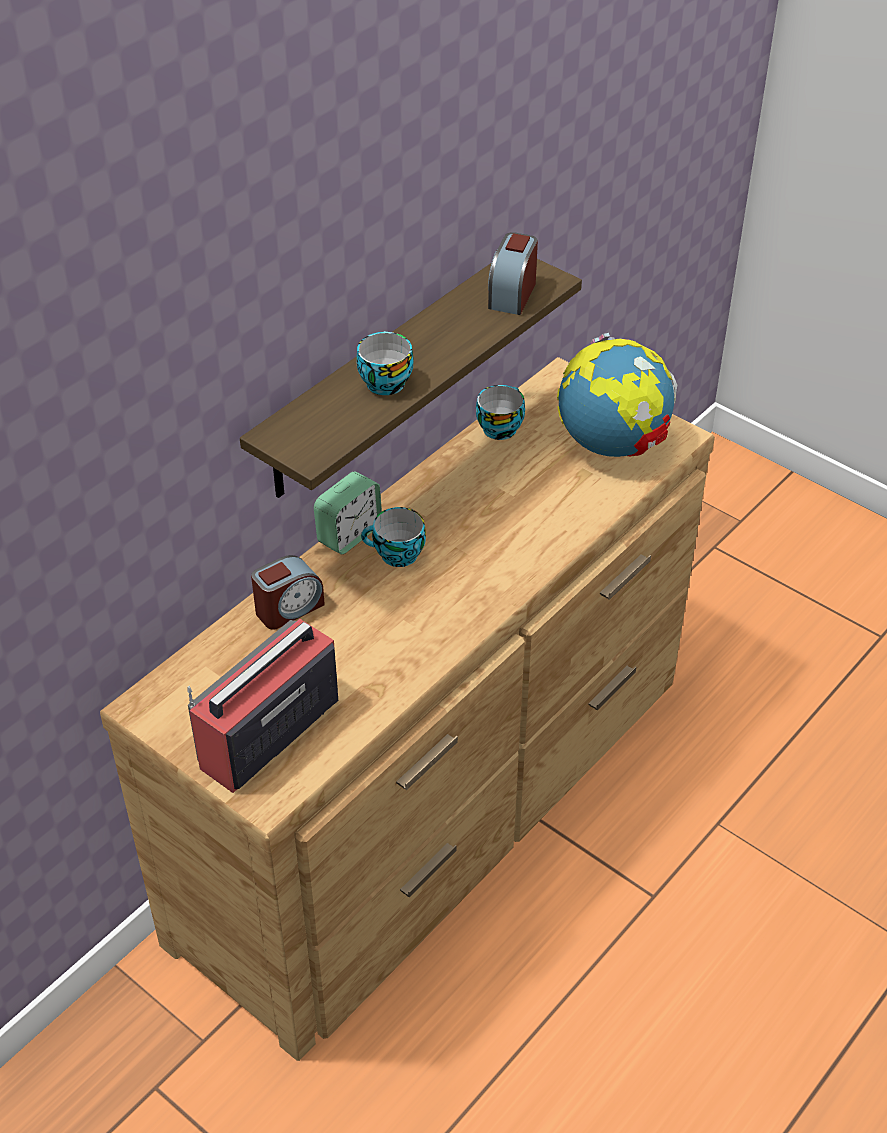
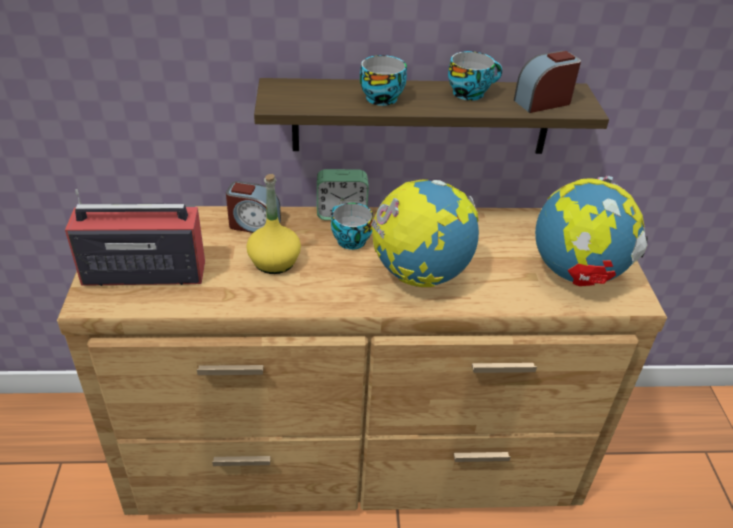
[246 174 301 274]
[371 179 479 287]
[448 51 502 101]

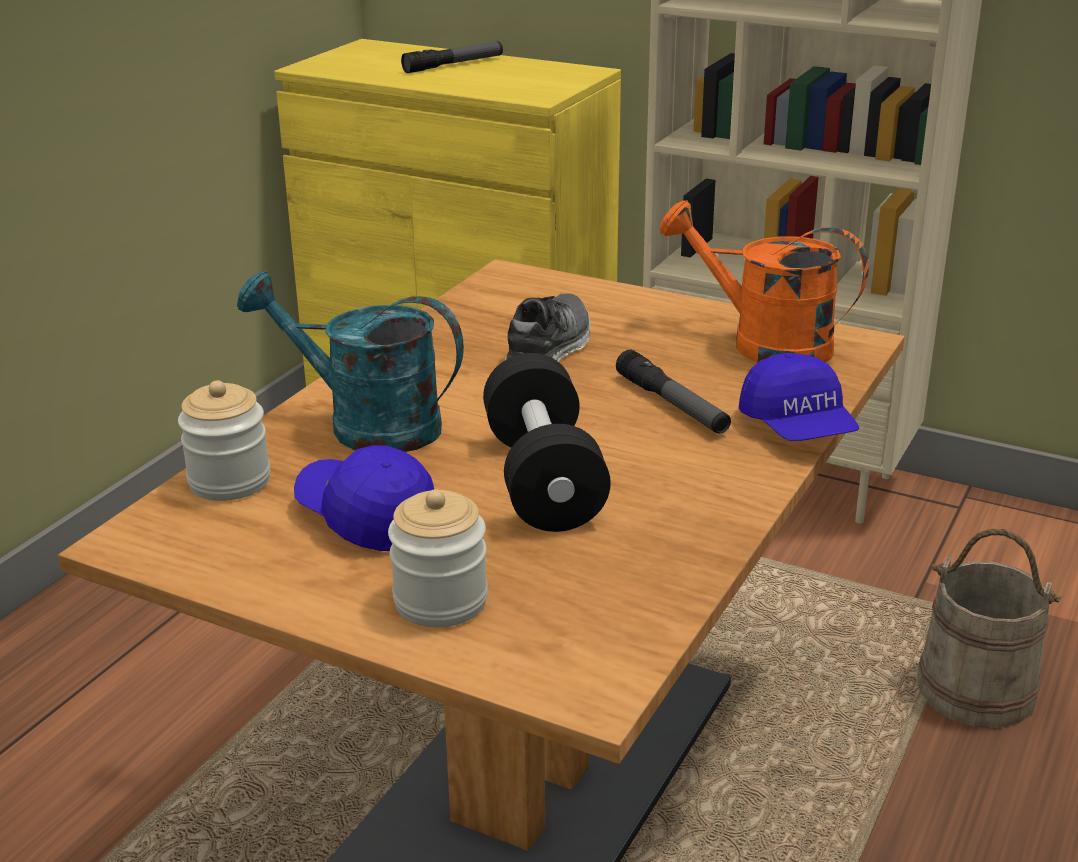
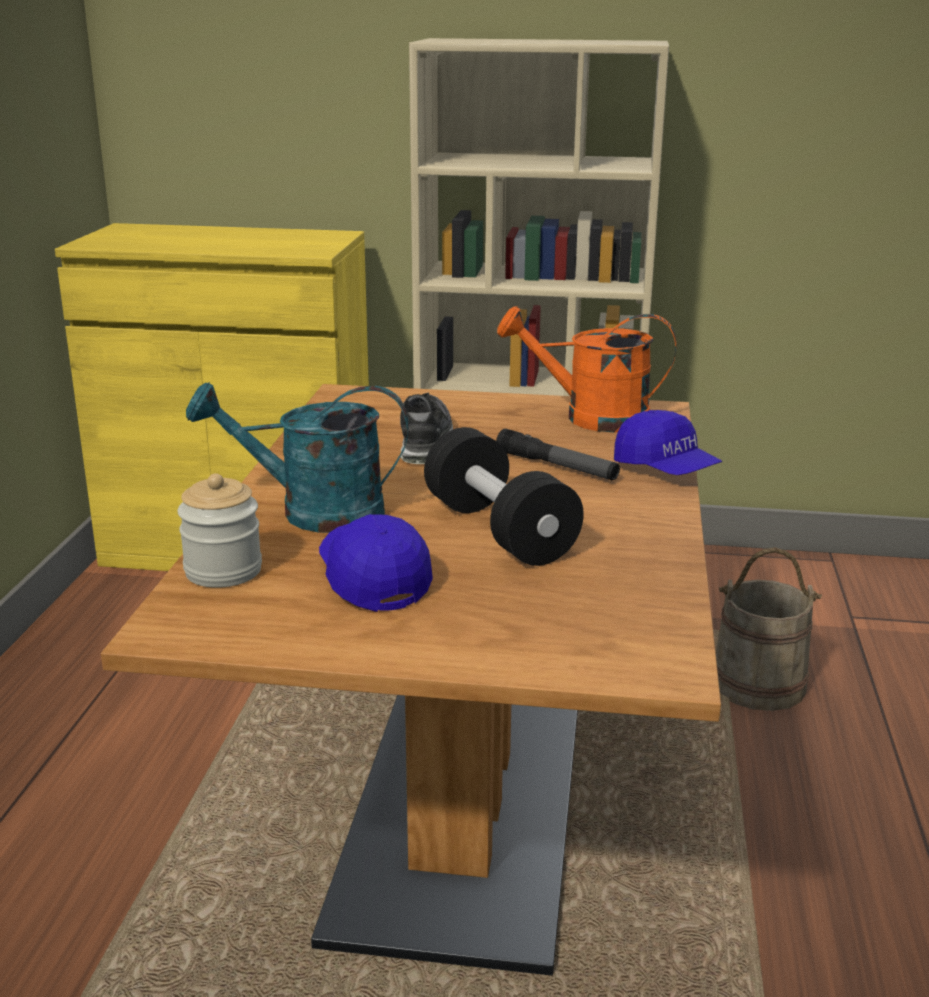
[388 489 488 627] (first image)
[401 41 503 73] (first image)
[319 514 433 612]

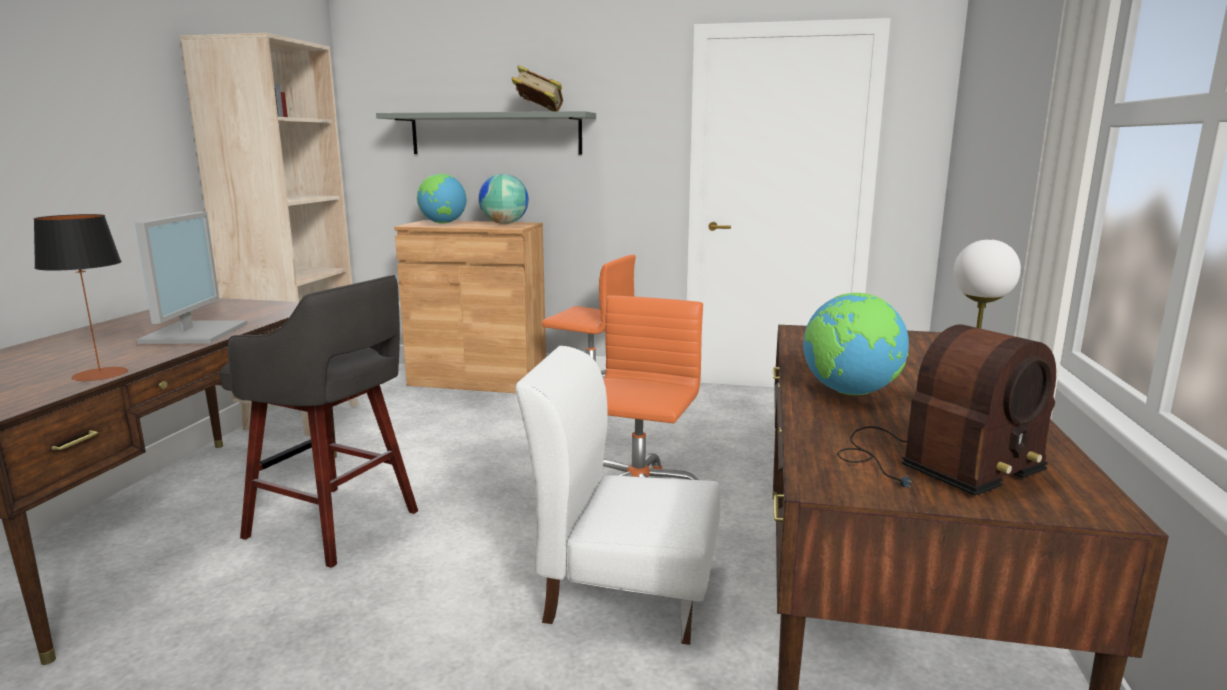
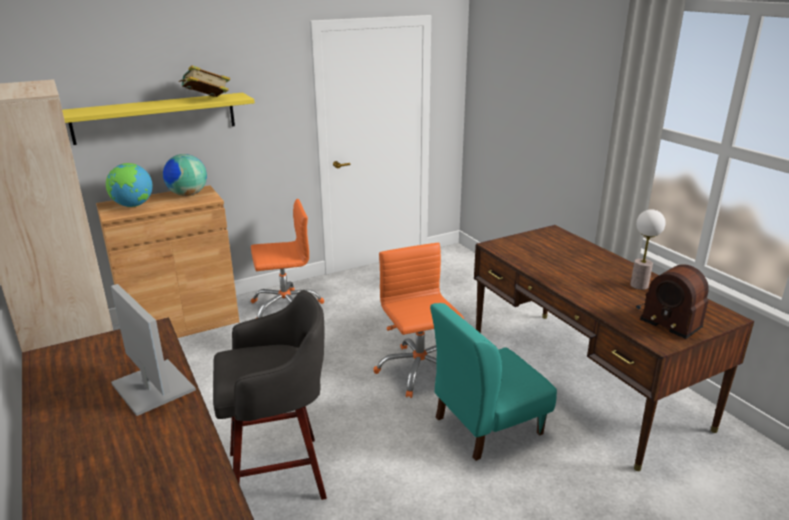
[33 214 128 381] (first image)
[803 293 909 395] (first image)
[62 93 255 145]
[430 303 557 461]
[636 264 709 339]

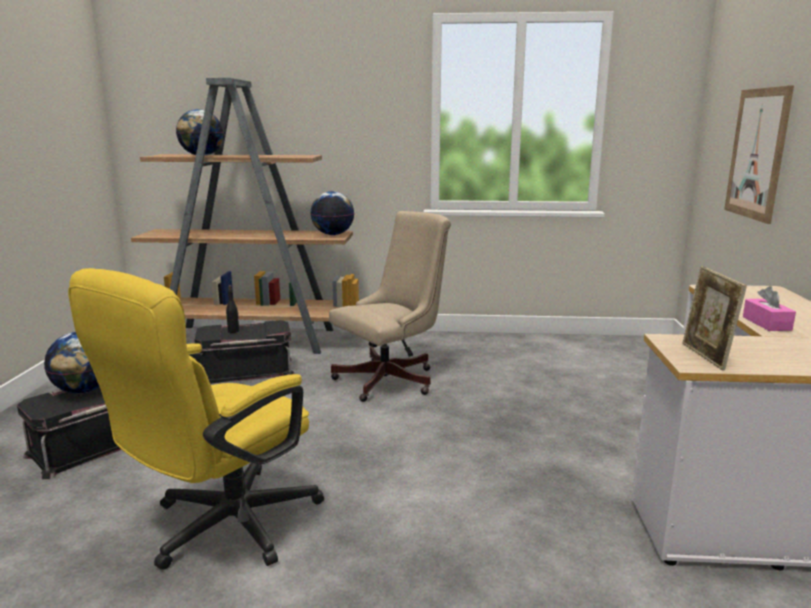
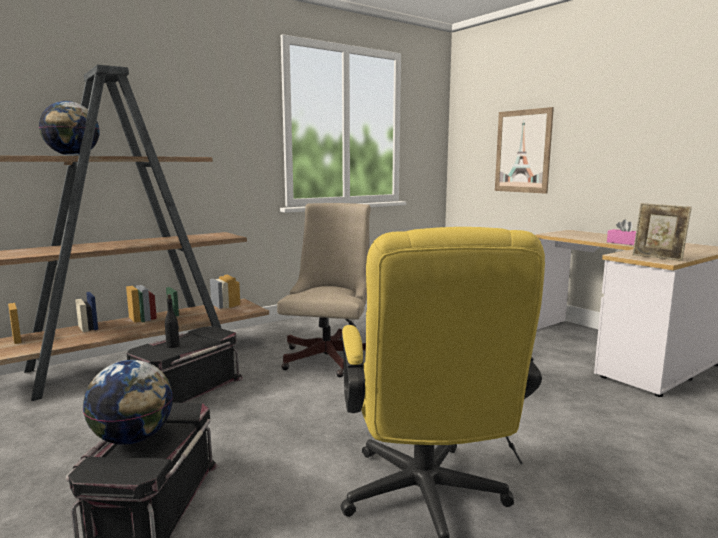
[311 191 354 235] (first image)

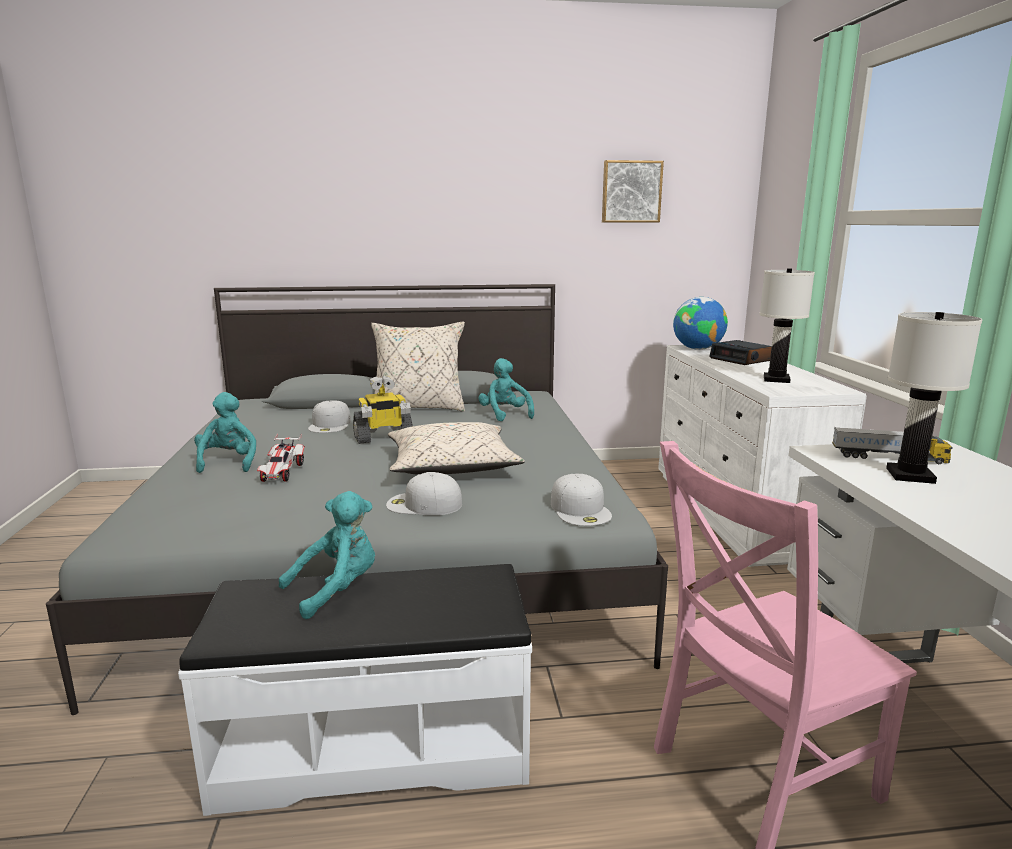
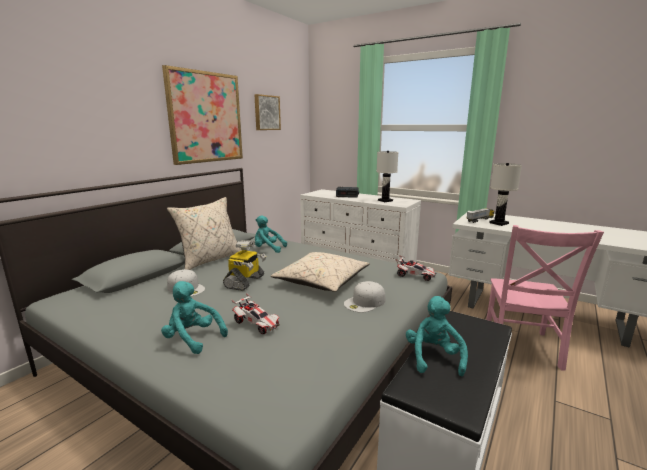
[673 297 728 350] (first image)
[162 65 243 165]
[395 255 436 281]

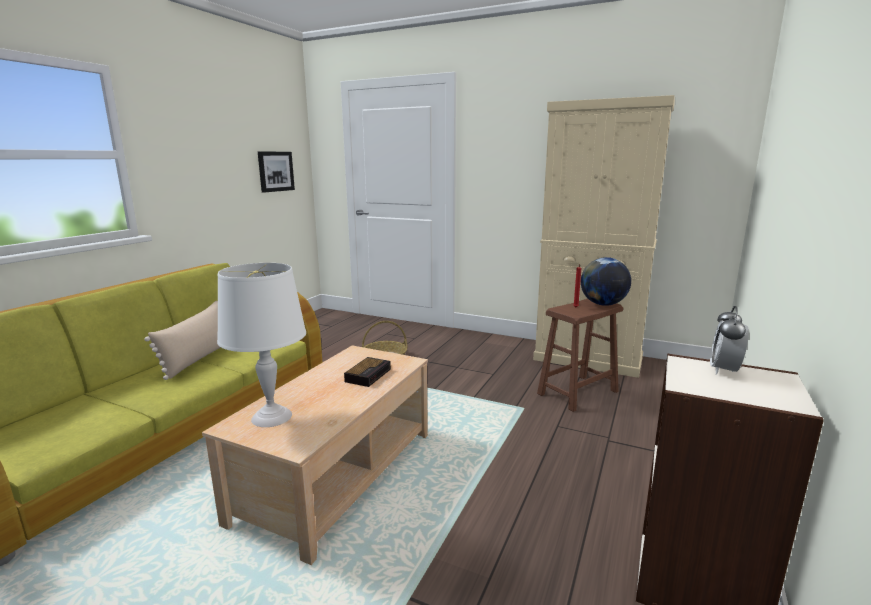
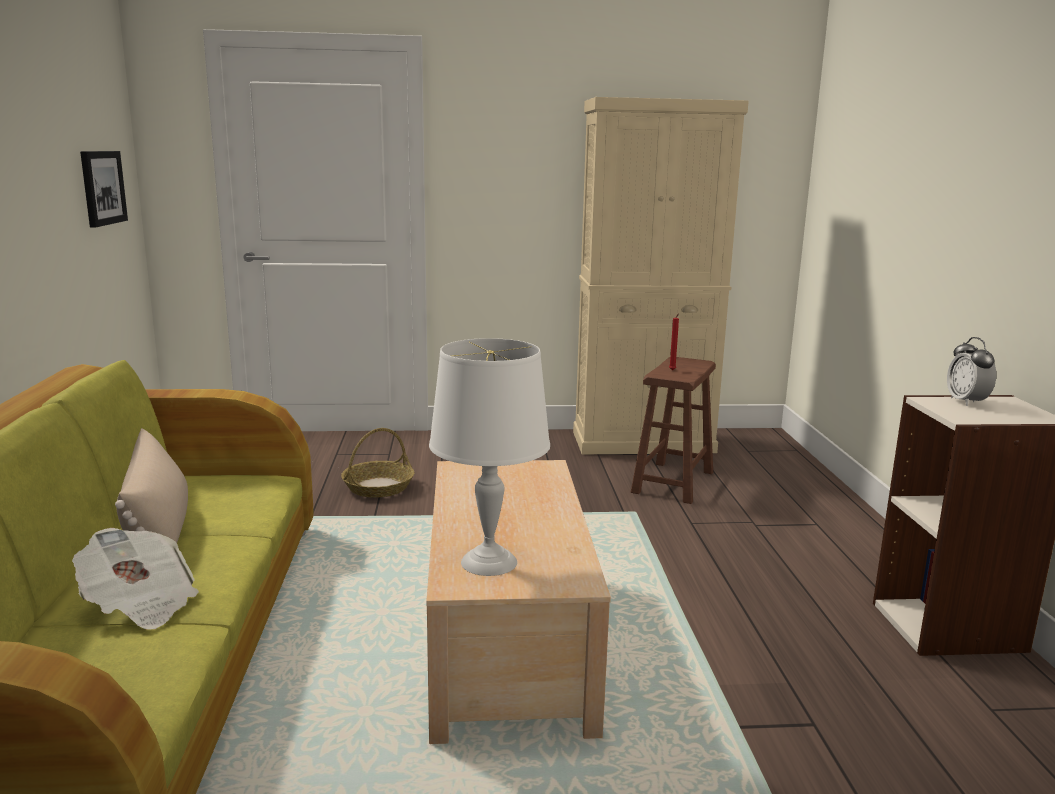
[344 357 391 387] (first image)
[581 257 631 306] (first image)
[72 528 199 629]

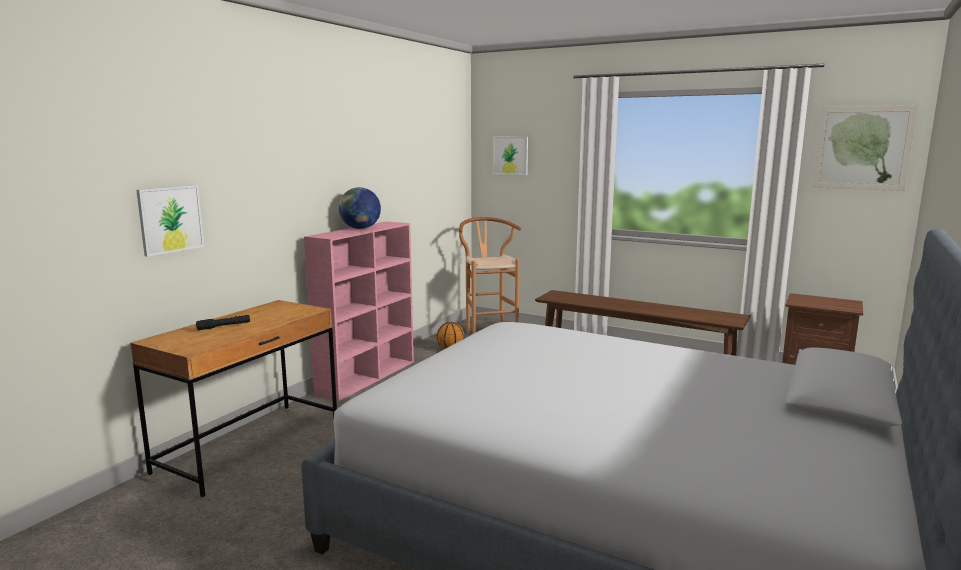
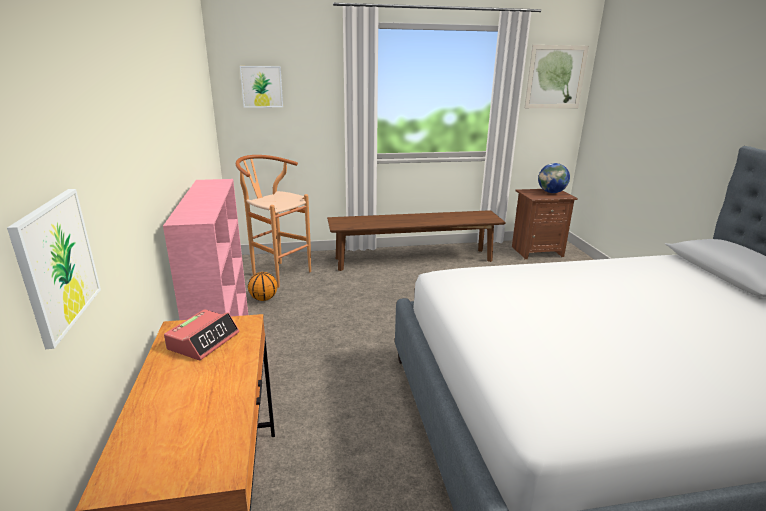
[196 315 250 330] (first image)
[164 309 239 360]
[538 163 570 193]

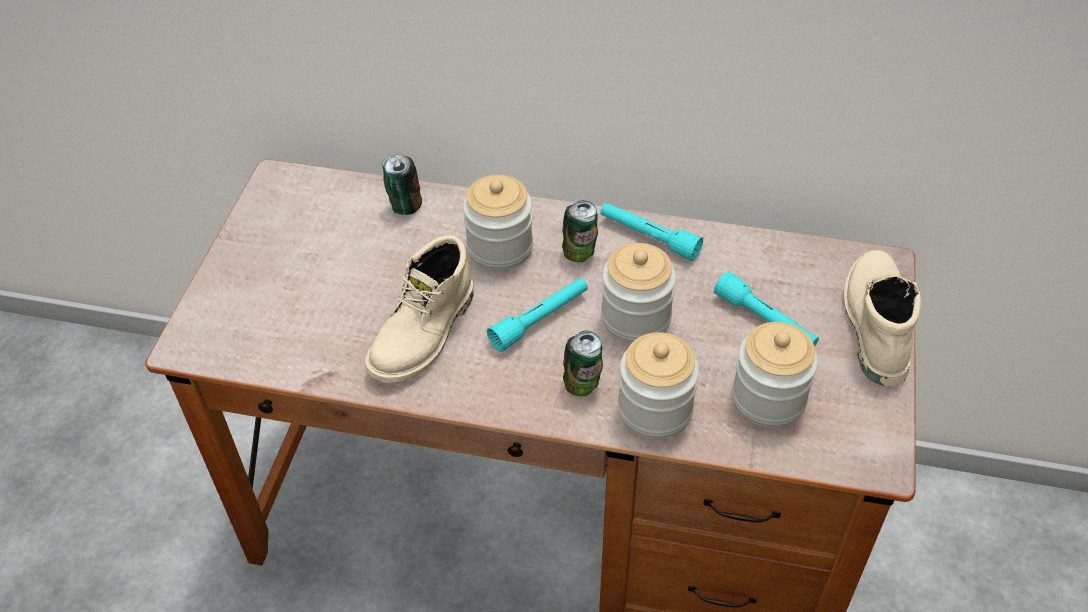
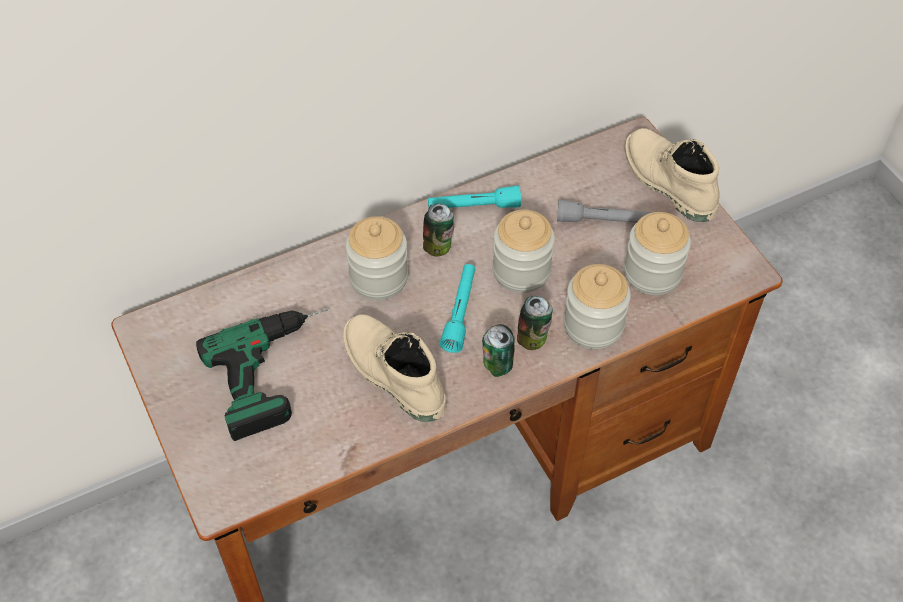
[196 308 330 441]
[482 324 515 377]
[557 200 651 223]
[343 314 447 422]

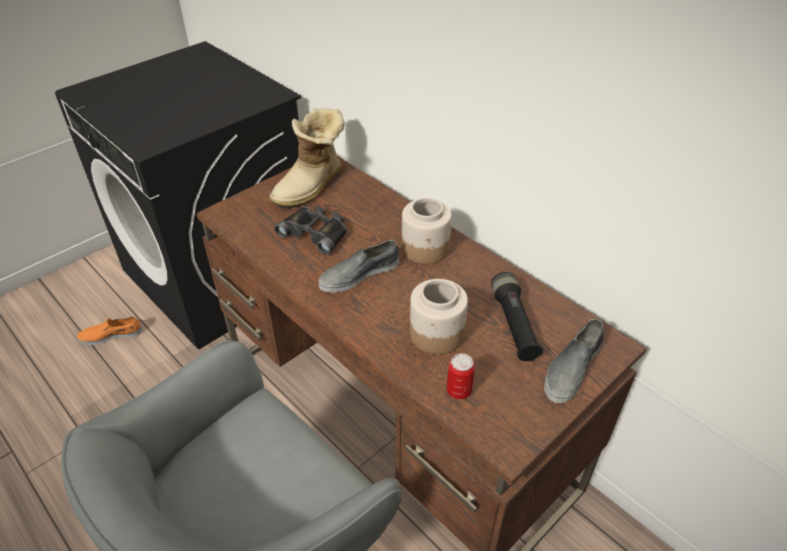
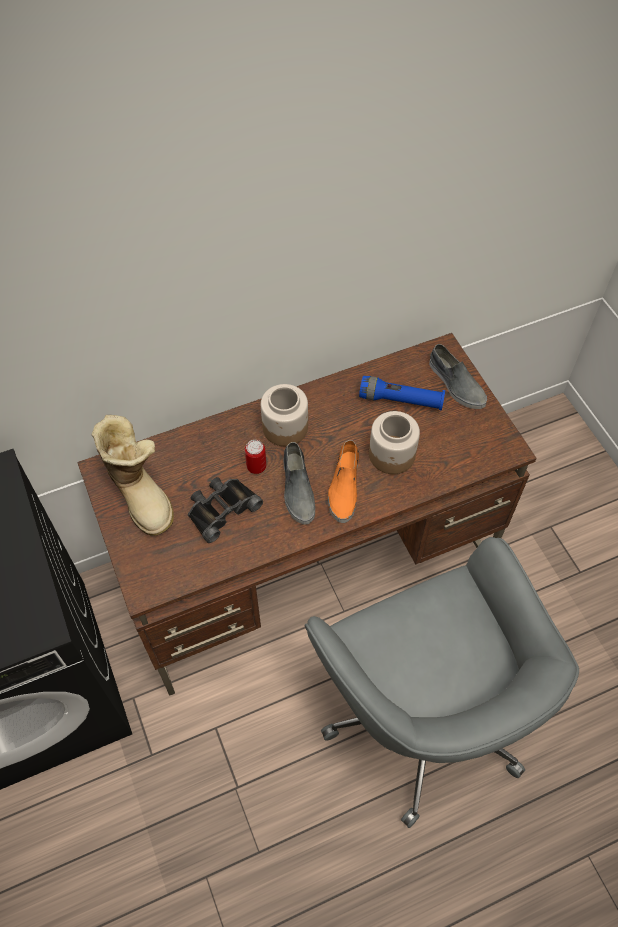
[328 440 359 523]
[245 440 266 474]
[359 376 445 410]

